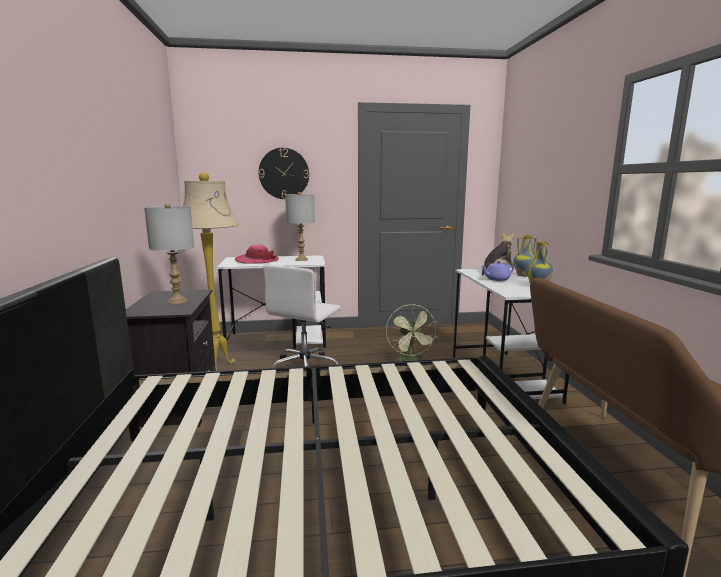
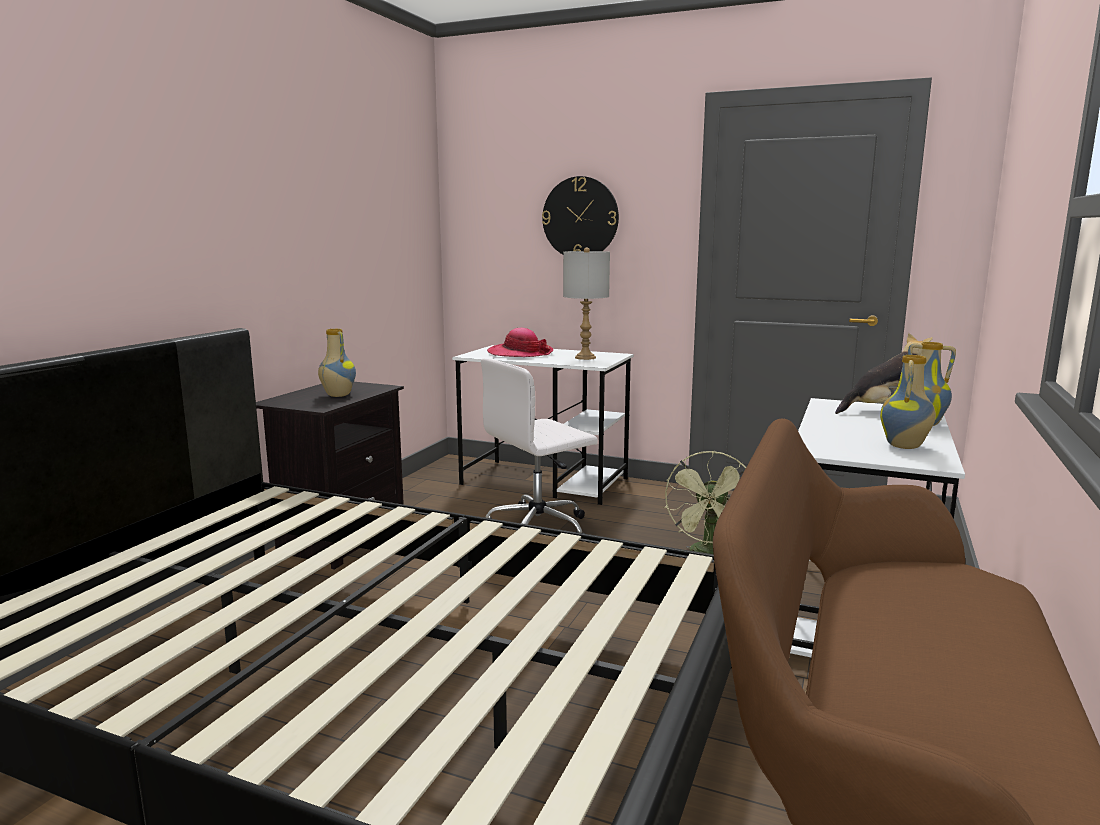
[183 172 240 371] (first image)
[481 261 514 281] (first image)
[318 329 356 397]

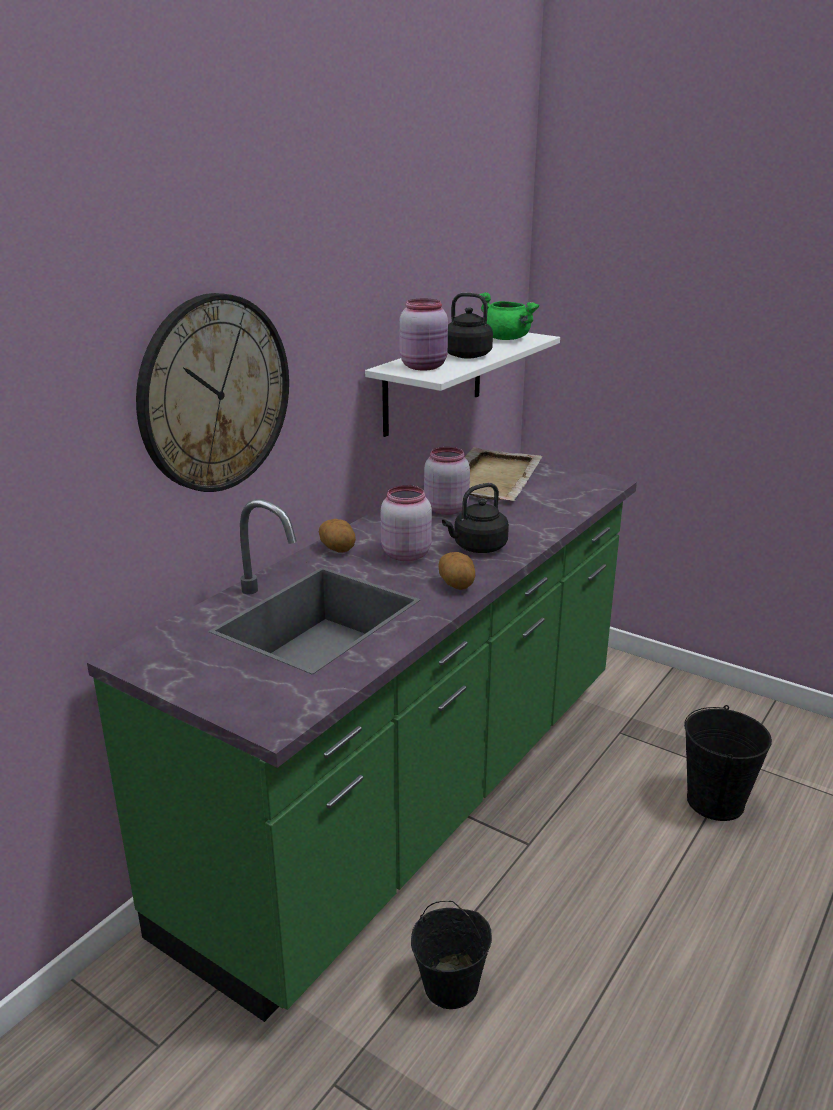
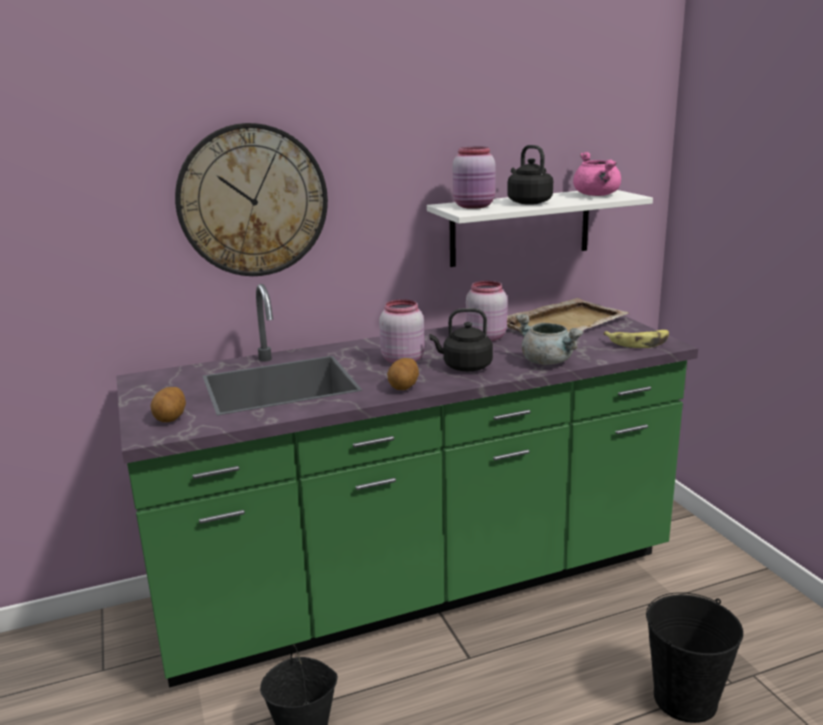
[516 314 584 365]
[604 330 669 348]
[150 387 186 422]
[573 152 621 196]

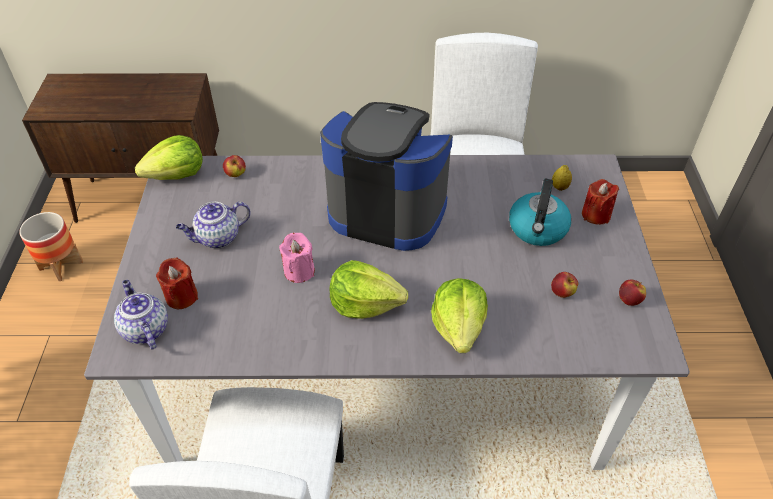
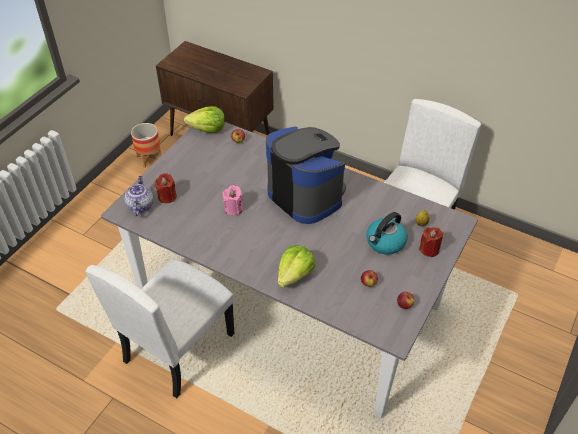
[176 202 251 248] (first image)
[330 260 408 319] (first image)

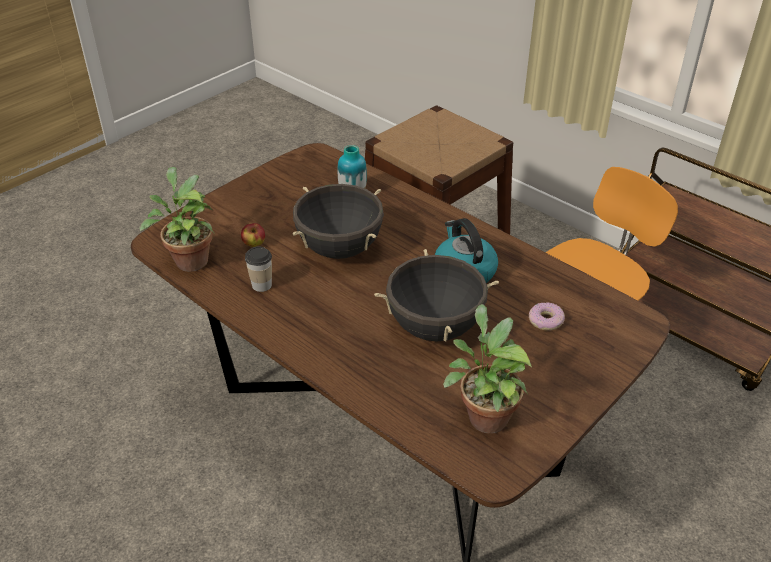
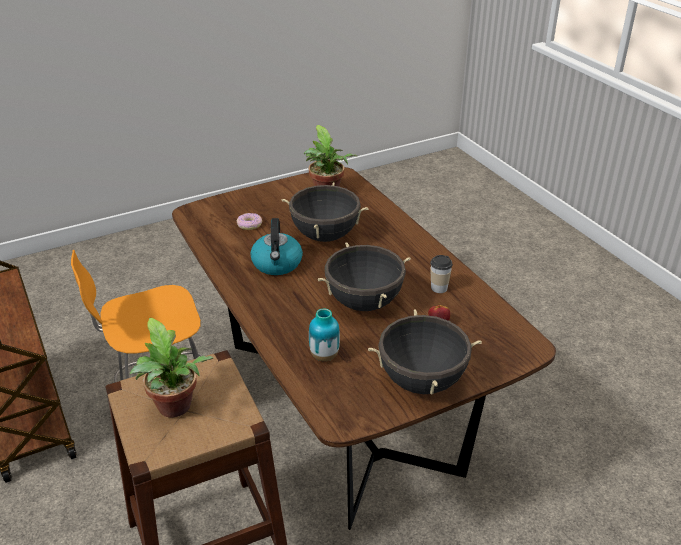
[368 309 482 395]
[130 318 213 418]

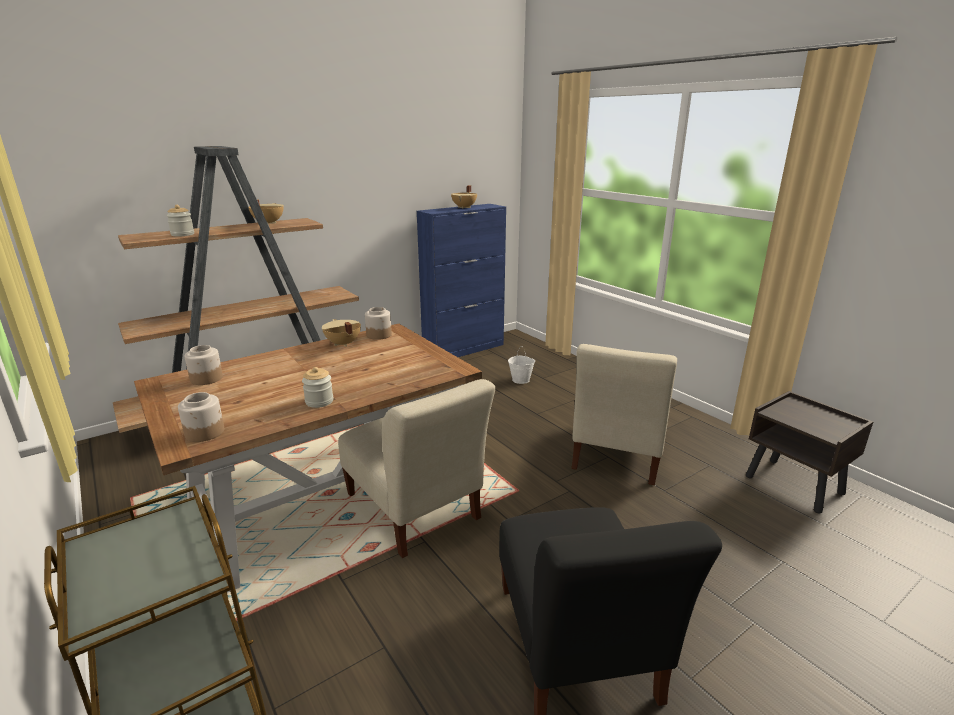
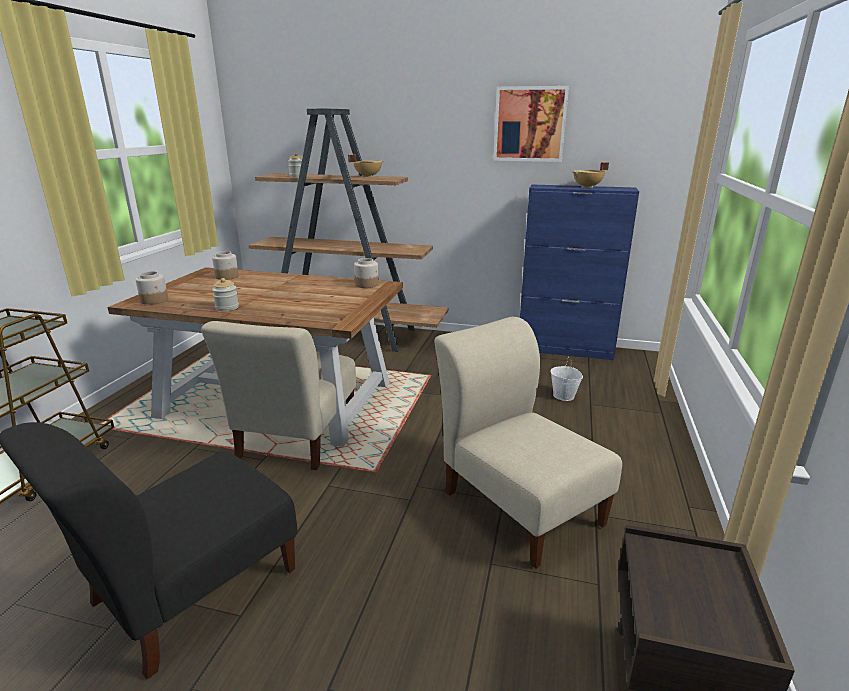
[322 319 361 347] (first image)
[493 86 569 162]
[434 316 622 569]

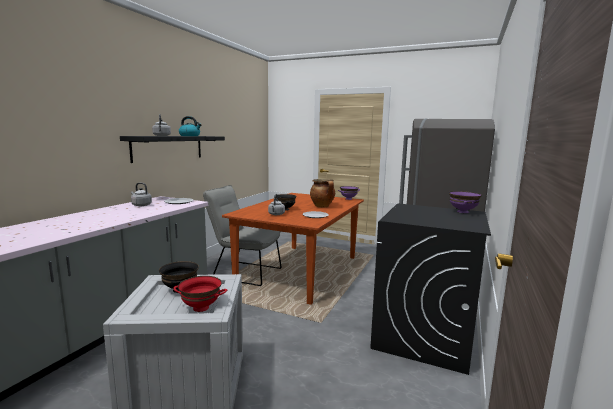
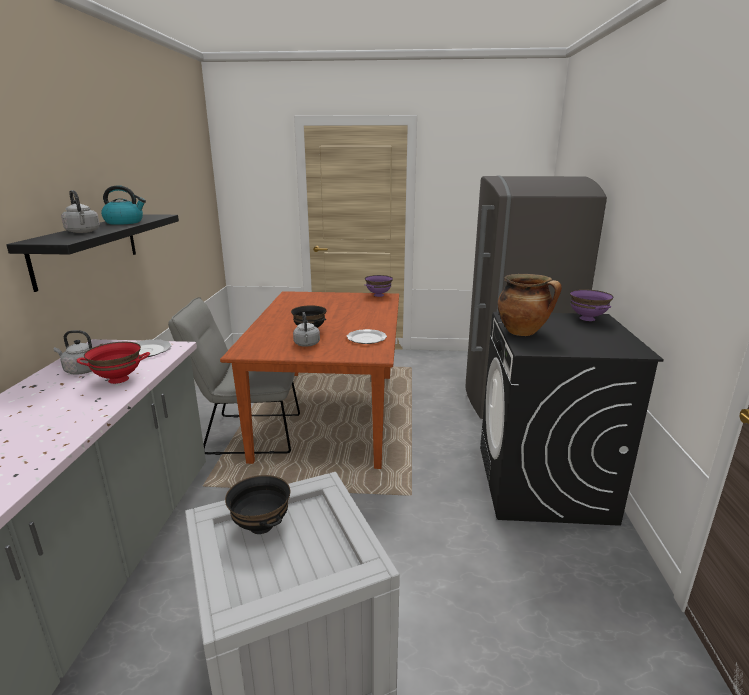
[77 342 150 384]
[498 274 562 336]

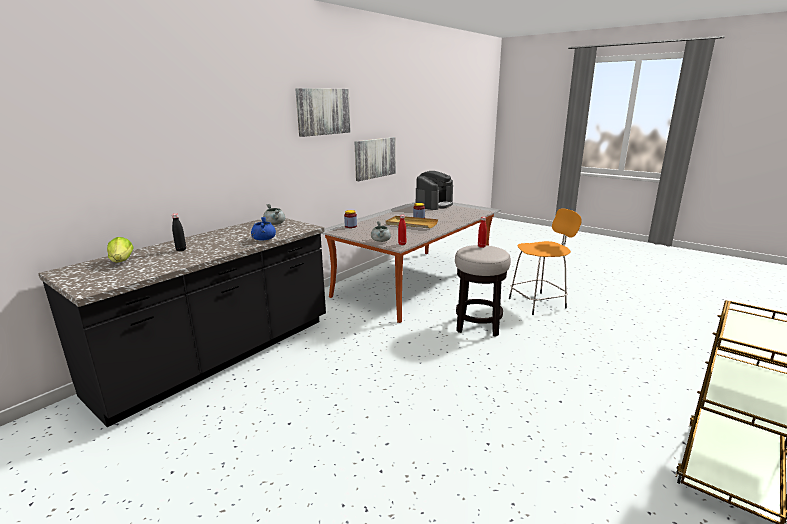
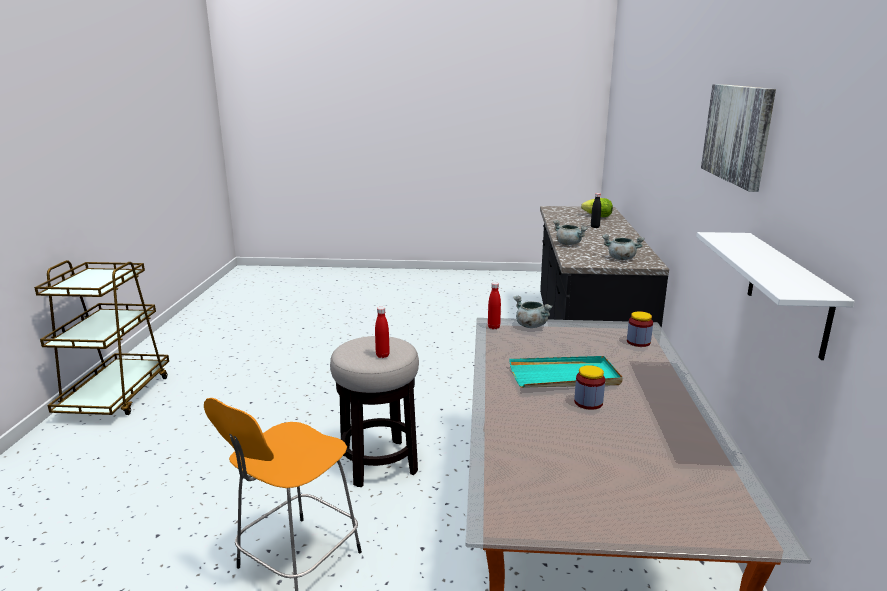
[416 171 453 210] (first image)
[696 232 855 360]
[553 220 588 245]
[509 356 623 388]

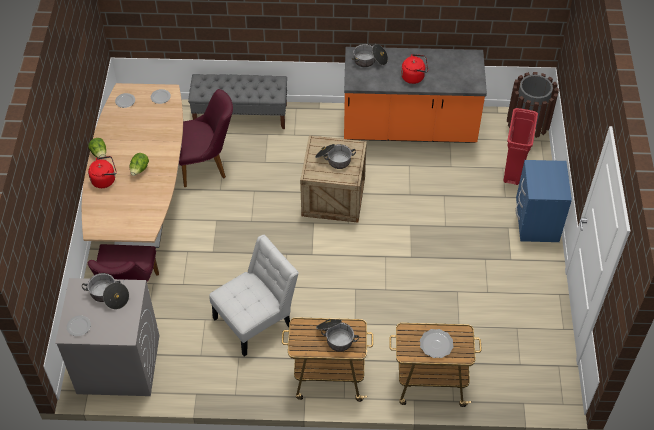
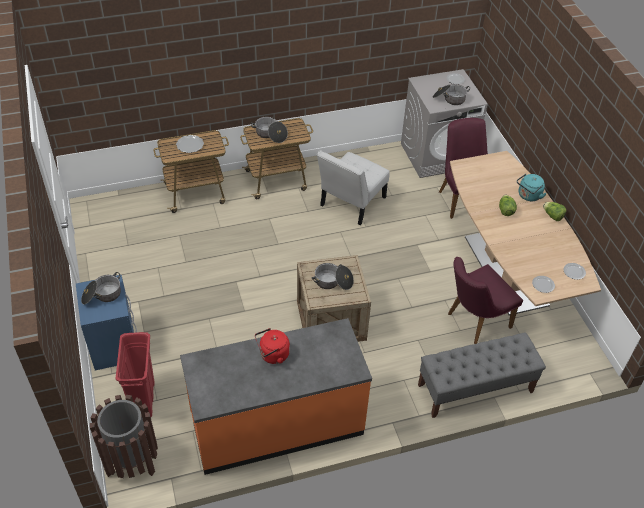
[81 272 121 305]
[517 174 547 201]

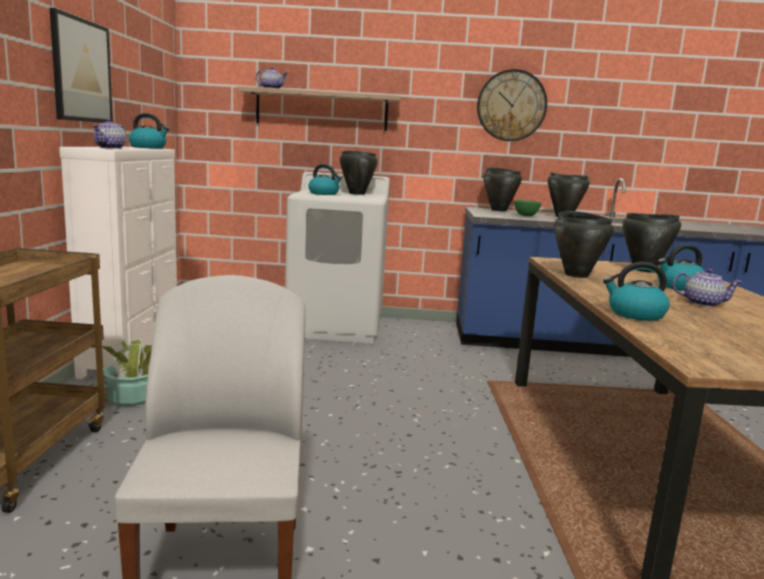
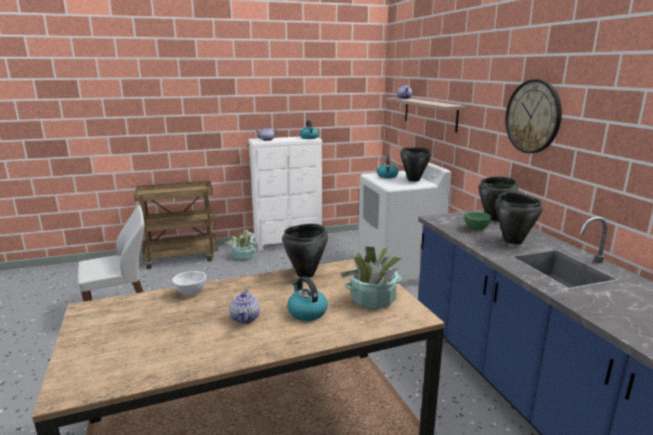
[50 8 113 123] (first image)
[172 271 206 296]
[340 246 402 309]

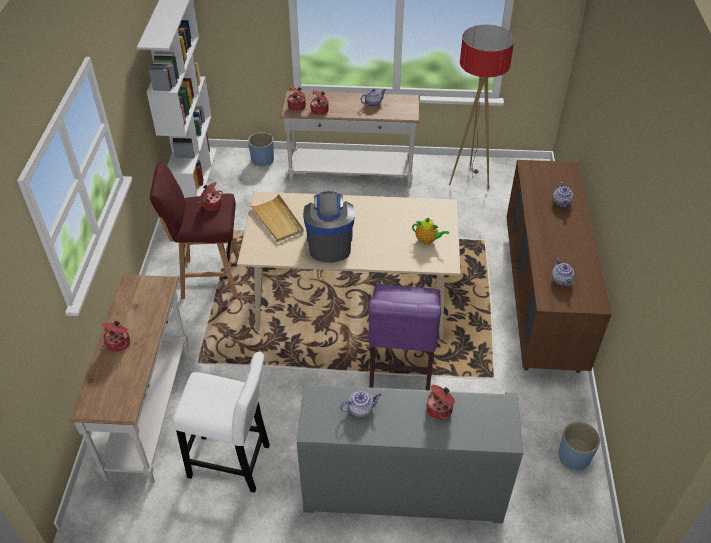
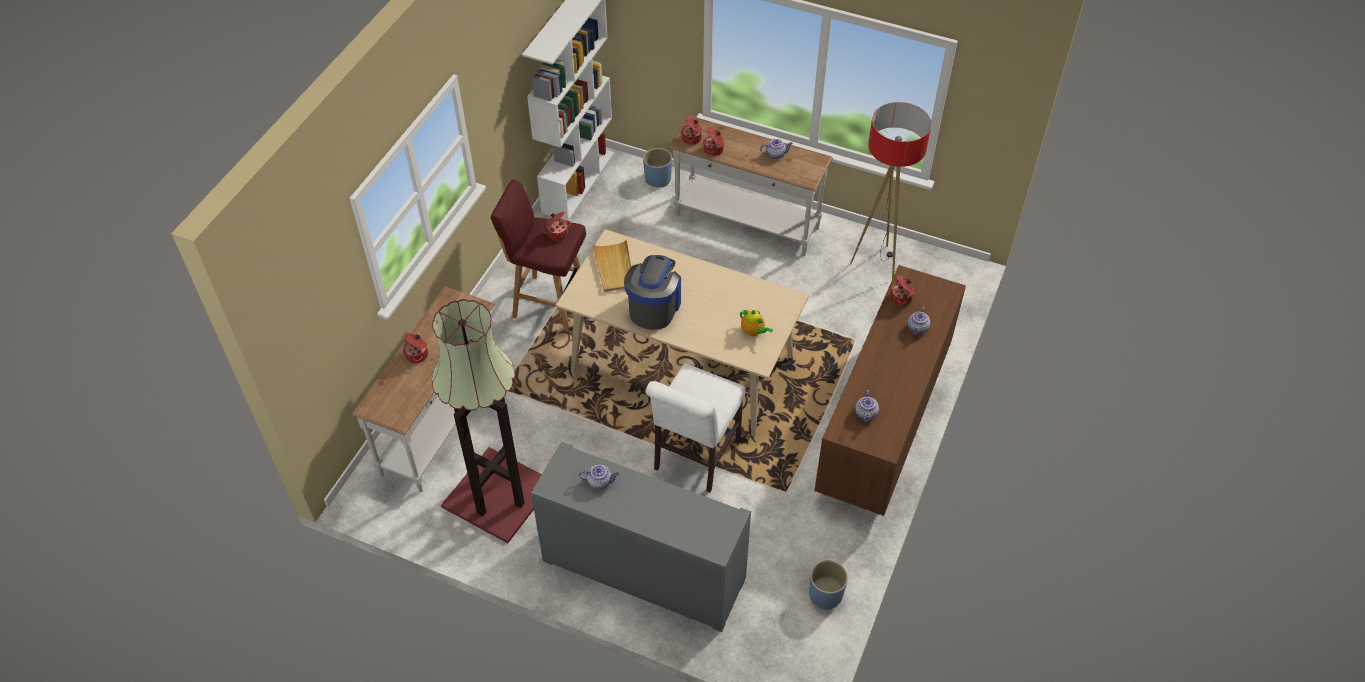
[890 275 914 306]
[432 299 542 543]
[646 363 746 493]

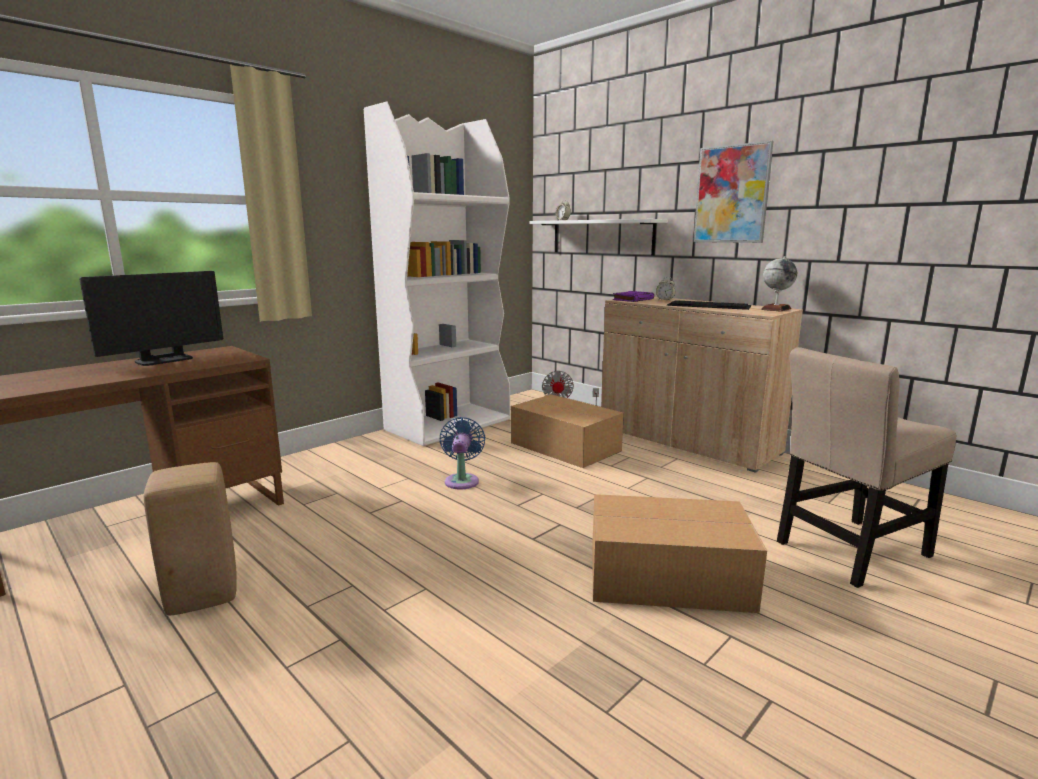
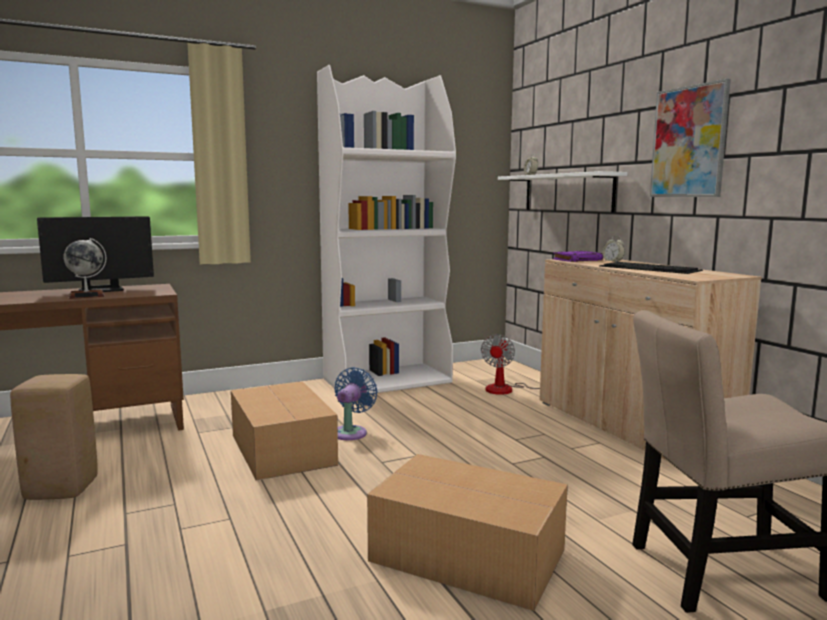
[231 382 338 481]
[64 238 106 299]

